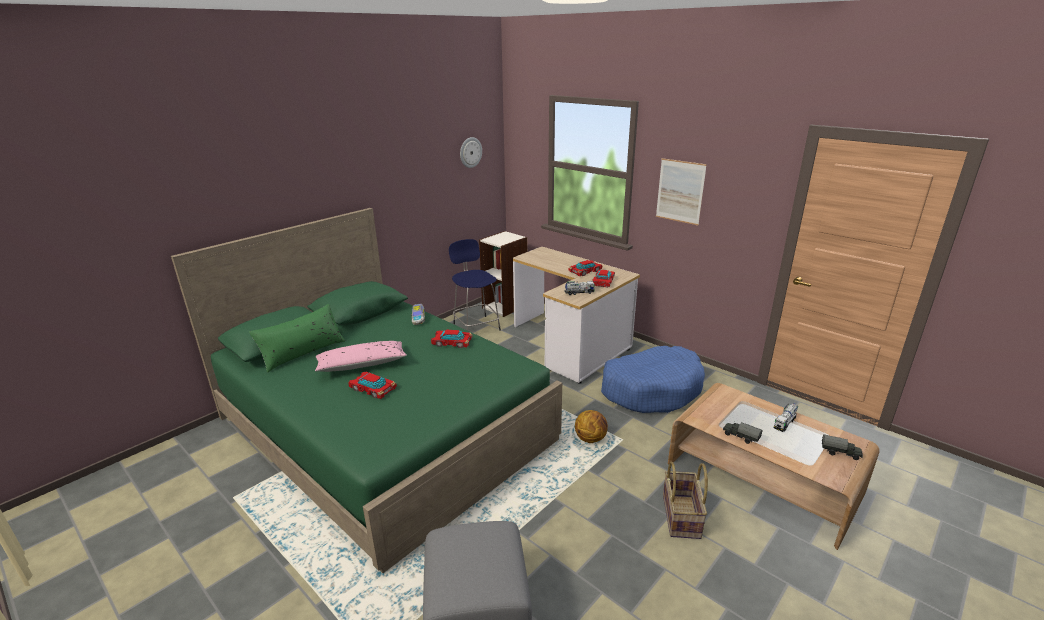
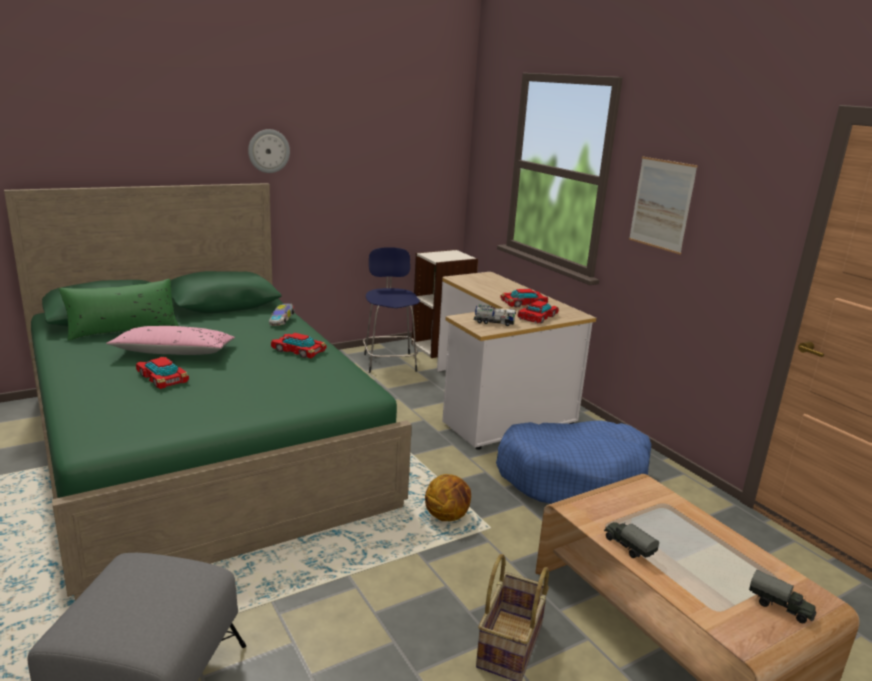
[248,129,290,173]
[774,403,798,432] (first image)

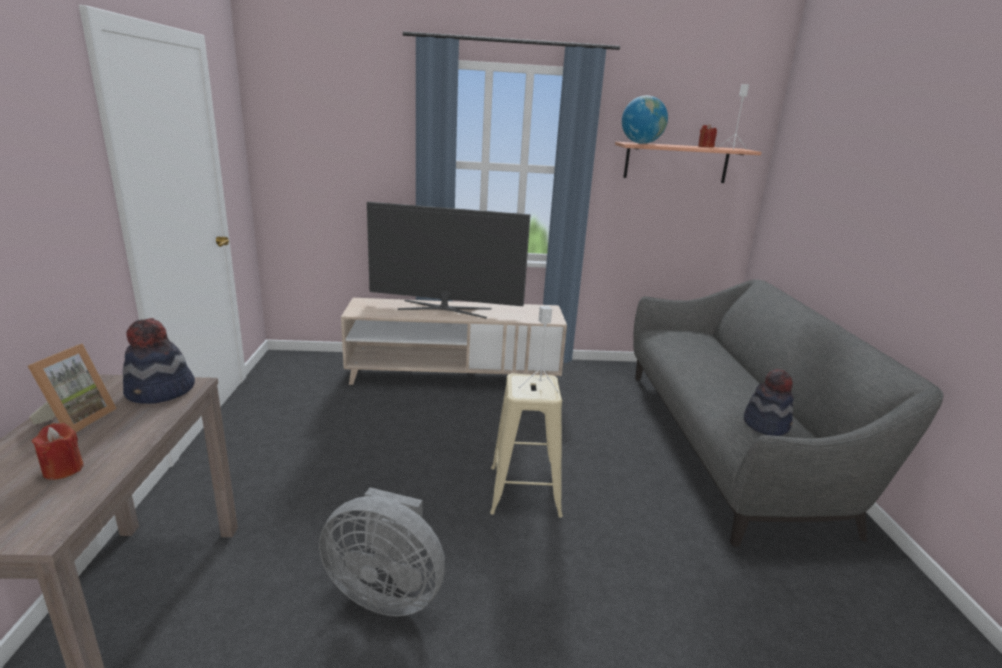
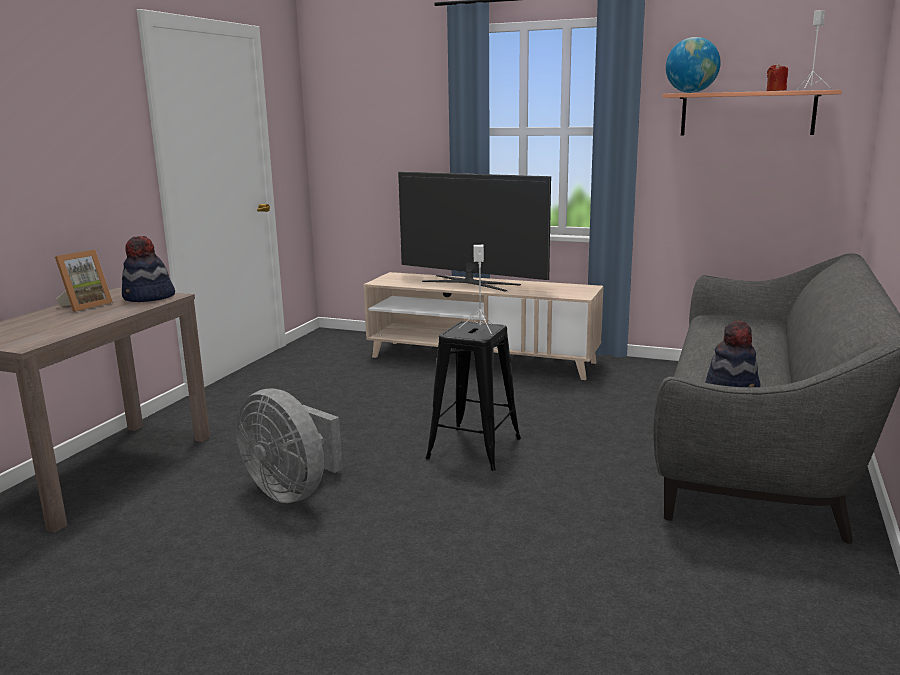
[426,321,521,471]
[32,423,83,480] (first image)

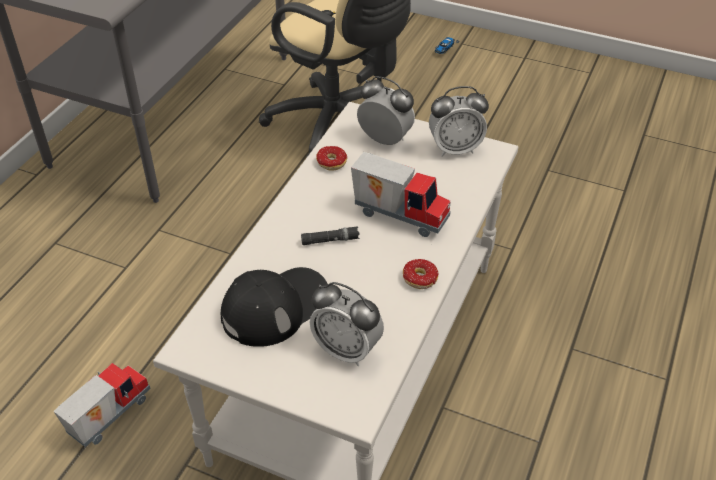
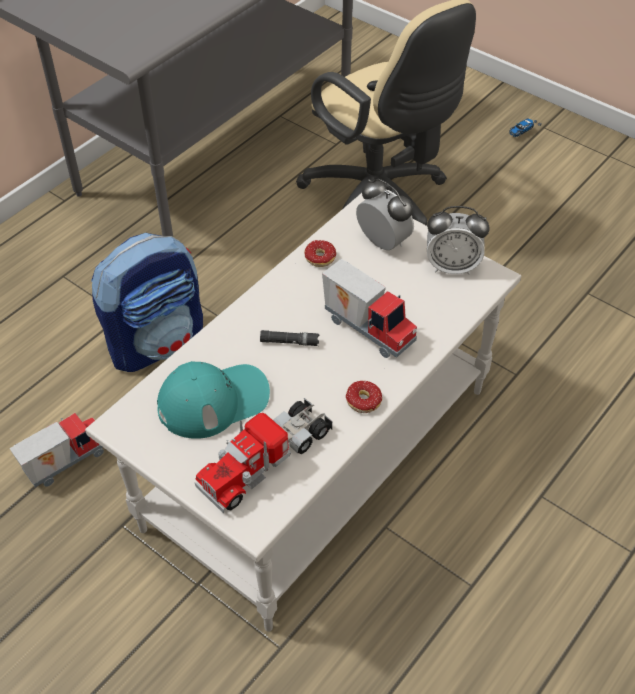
[91,233,203,372]
[157,361,270,439]
[195,398,333,513]

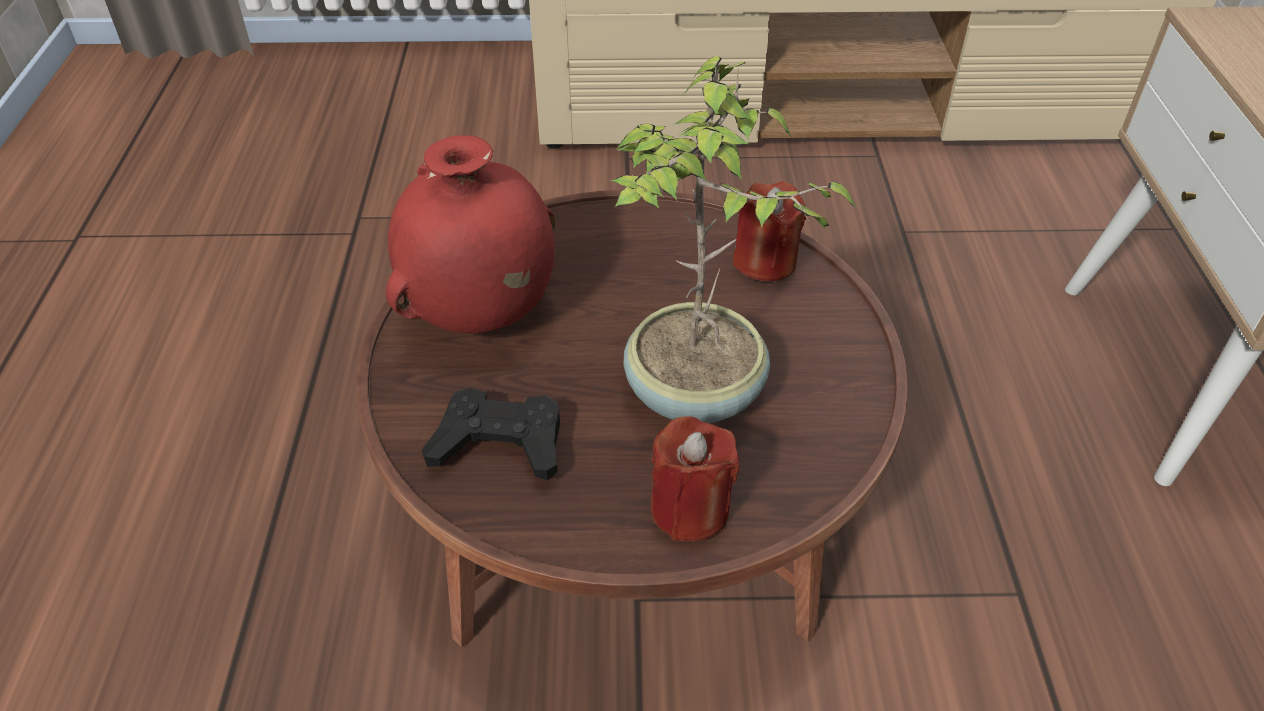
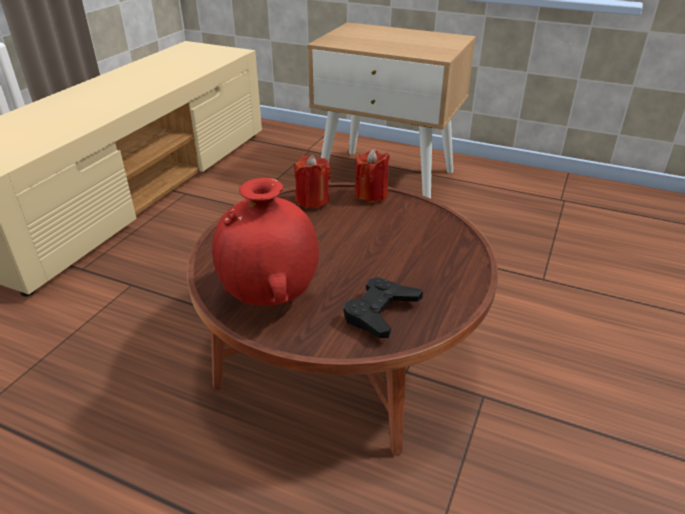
[355,149,390,202]
[611,56,857,423] (first image)

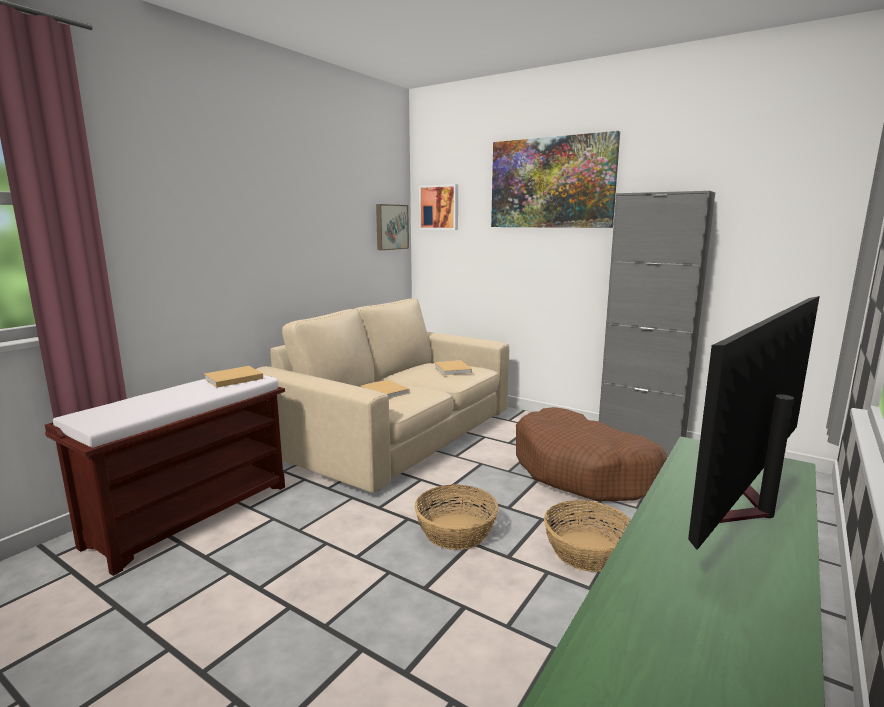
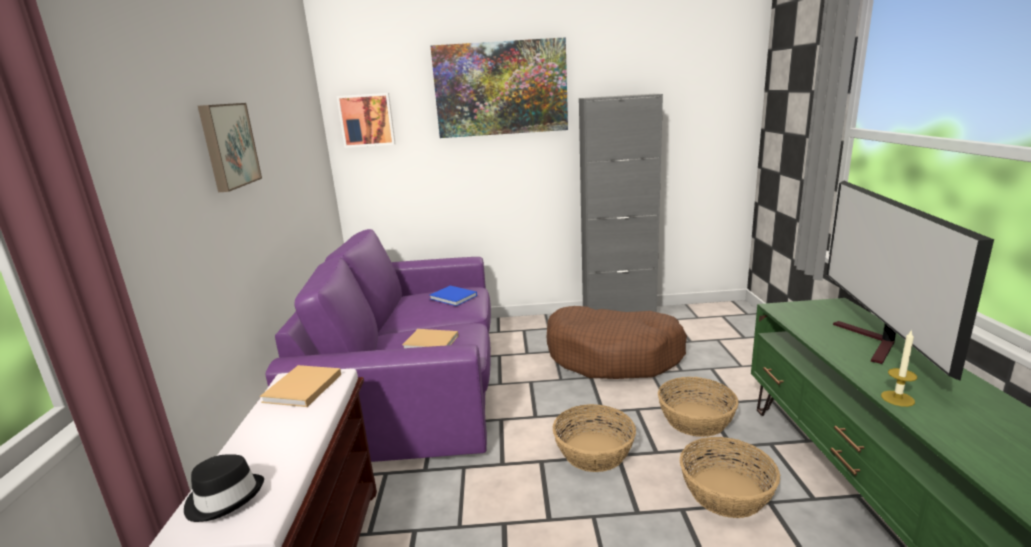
[184,454,264,522]
[198,103,262,192]
[266,229,491,462]
[430,286,477,306]
[680,437,780,518]
[881,329,917,407]

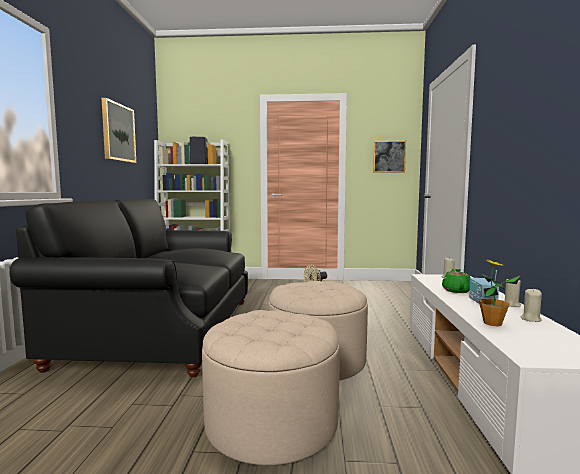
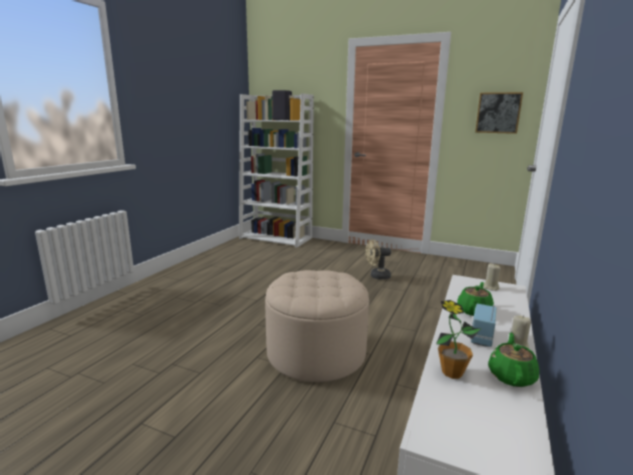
[488,333,539,387]
[10,199,248,378] (first image)
[102,98,136,163] (first image)
[202,310,340,466] (first image)

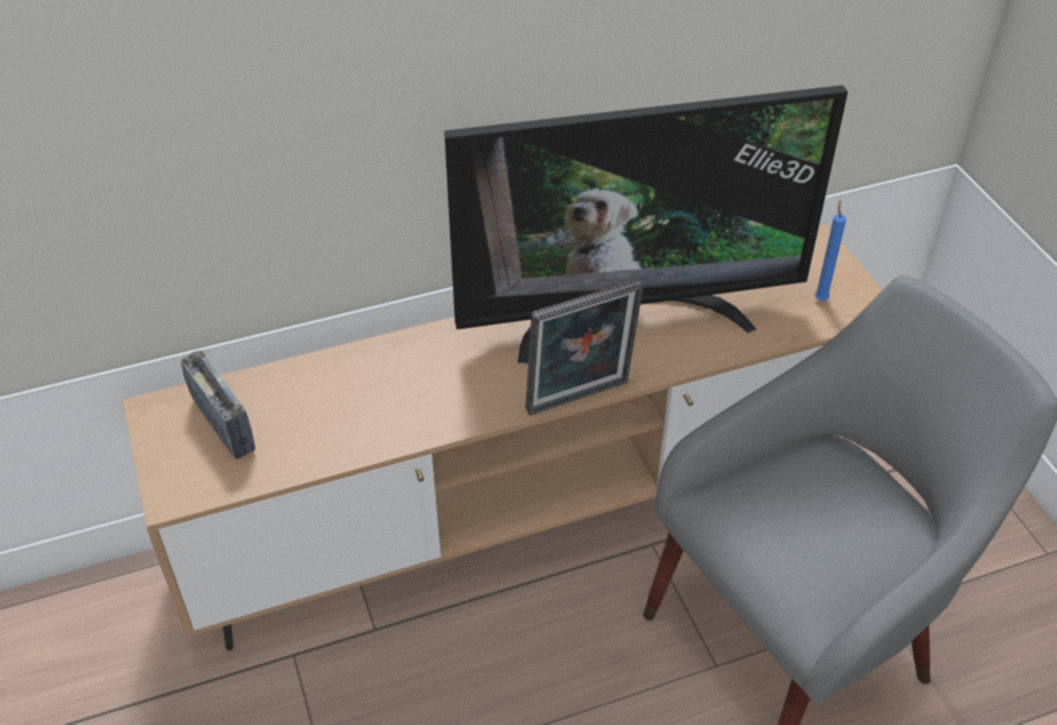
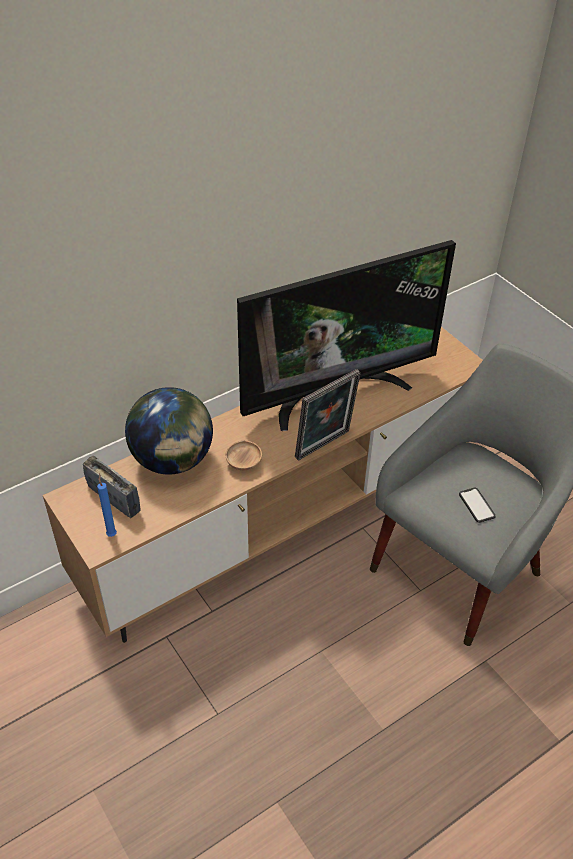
[97,473,117,537]
[125,387,213,475]
[226,441,262,470]
[459,487,495,523]

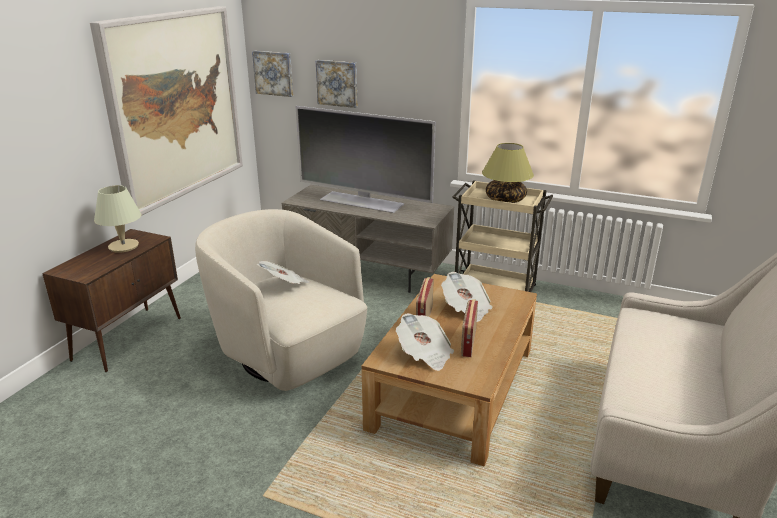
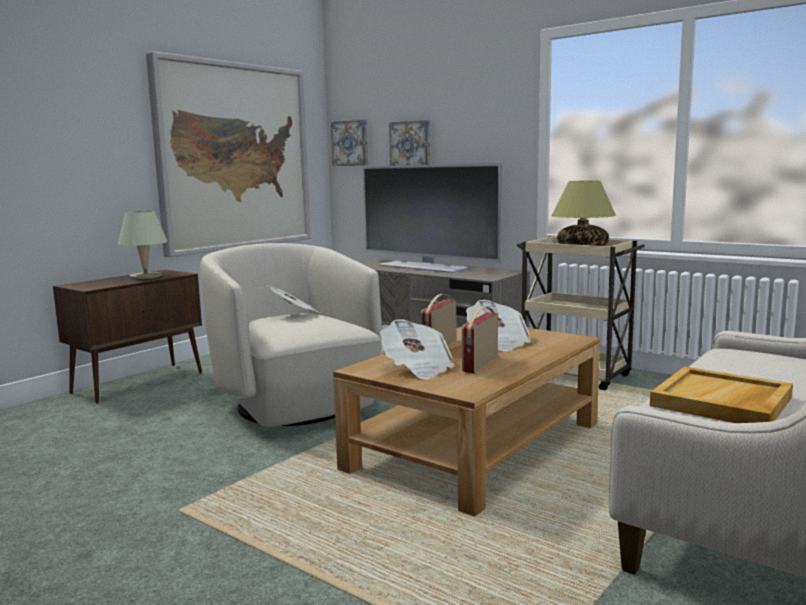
[650,367,793,423]

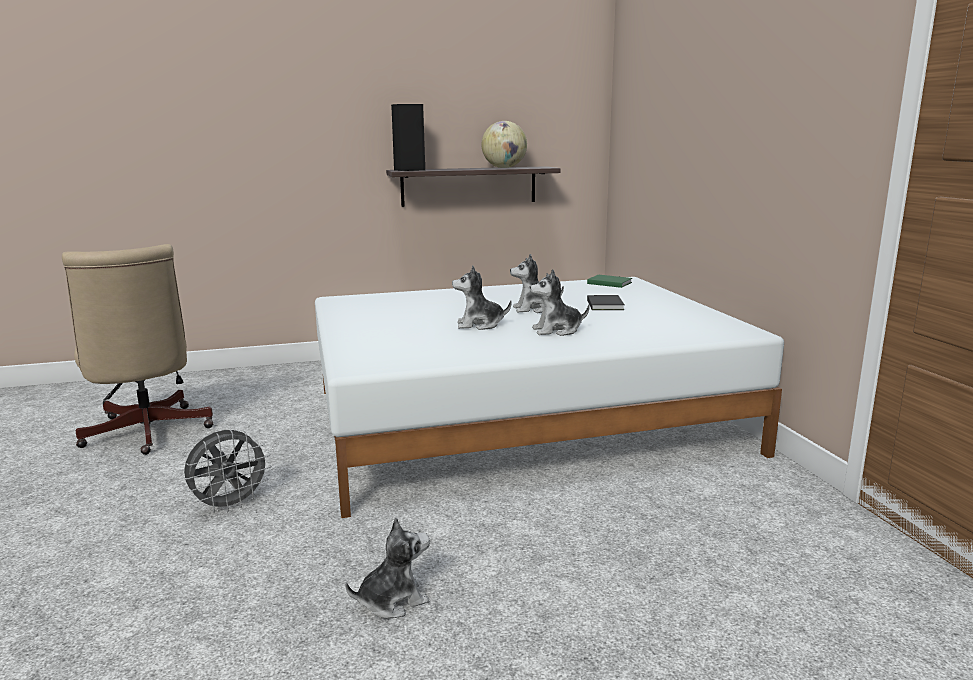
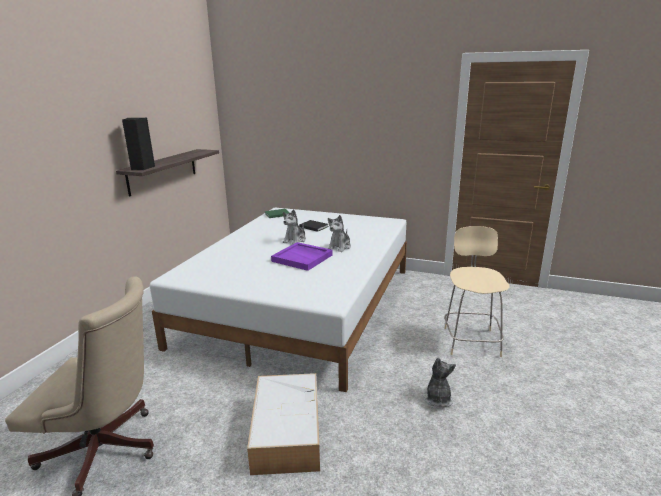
[247,373,320,475]
[271,242,332,271]
[444,226,510,357]
[481,121,527,168] (first image)

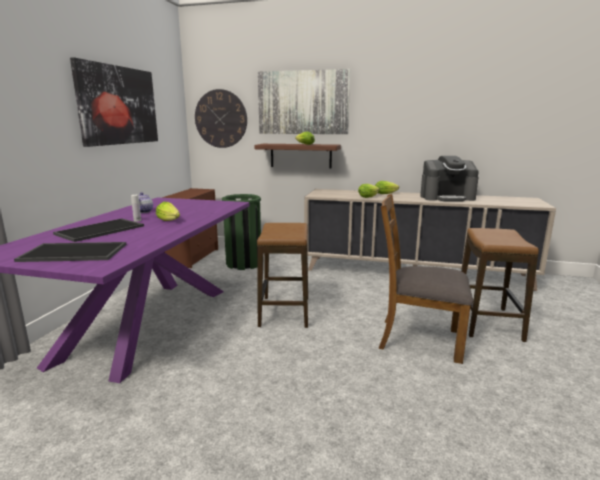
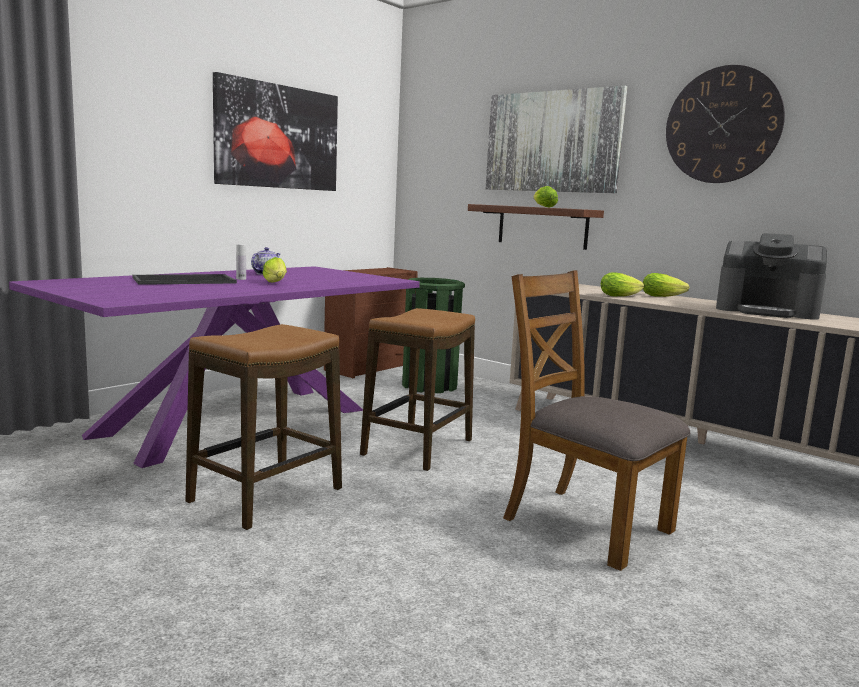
[186,324,342,530]
[666,65,785,183]
[14,242,126,262] (first image)

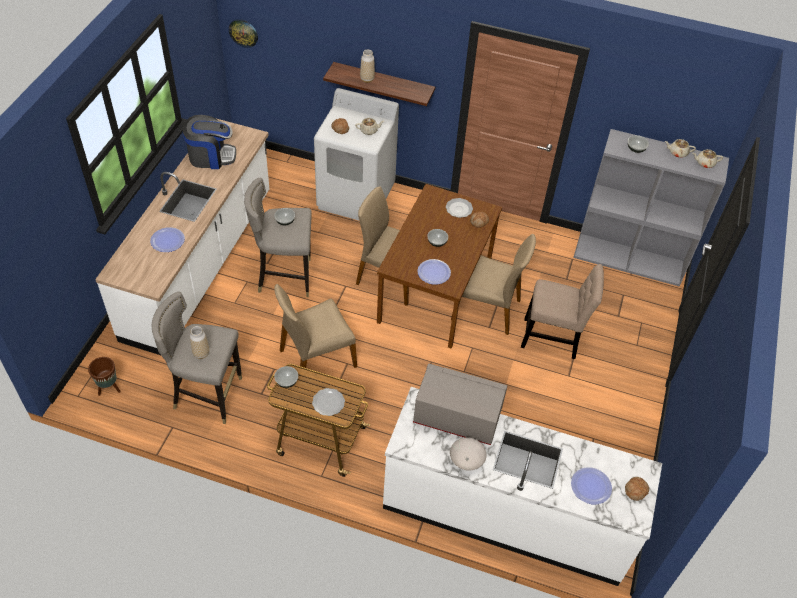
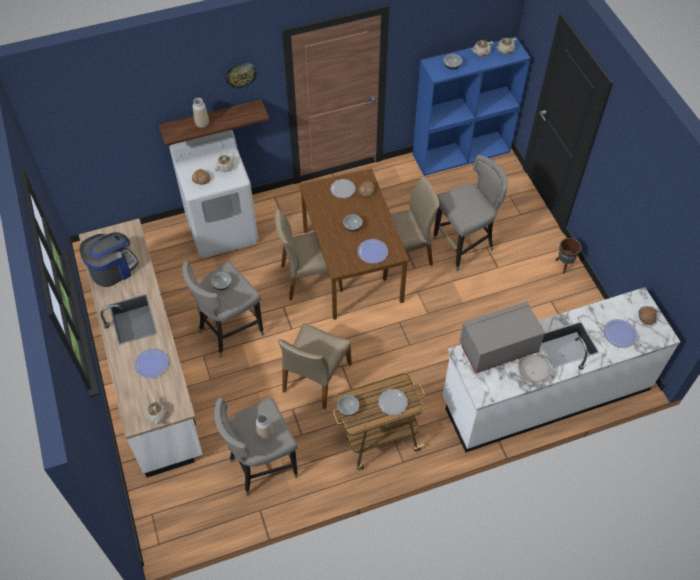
[146,397,167,425]
[225,61,257,88]
[413,37,531,176]
[433,155,508,271]
[555,238,581,273]

